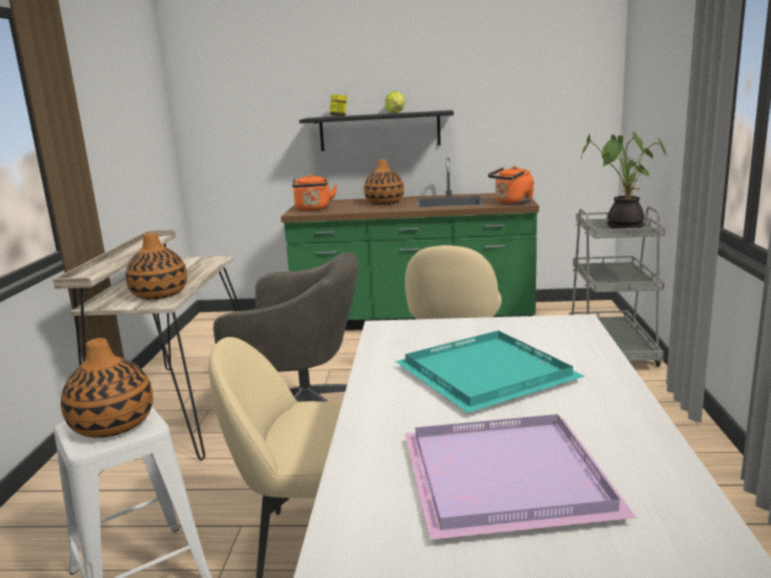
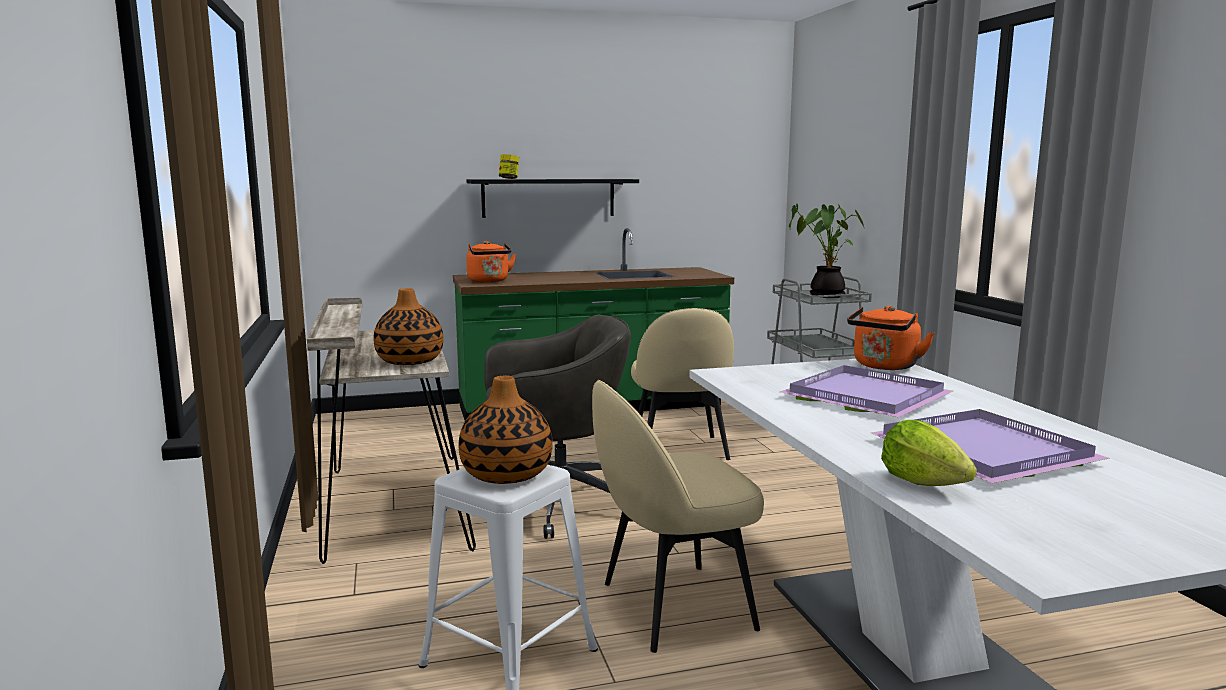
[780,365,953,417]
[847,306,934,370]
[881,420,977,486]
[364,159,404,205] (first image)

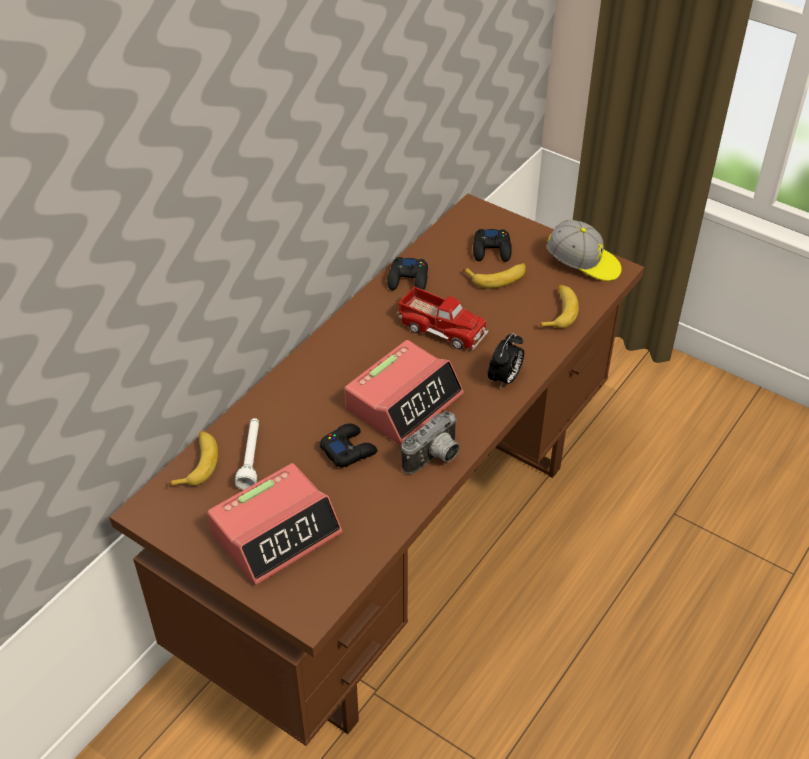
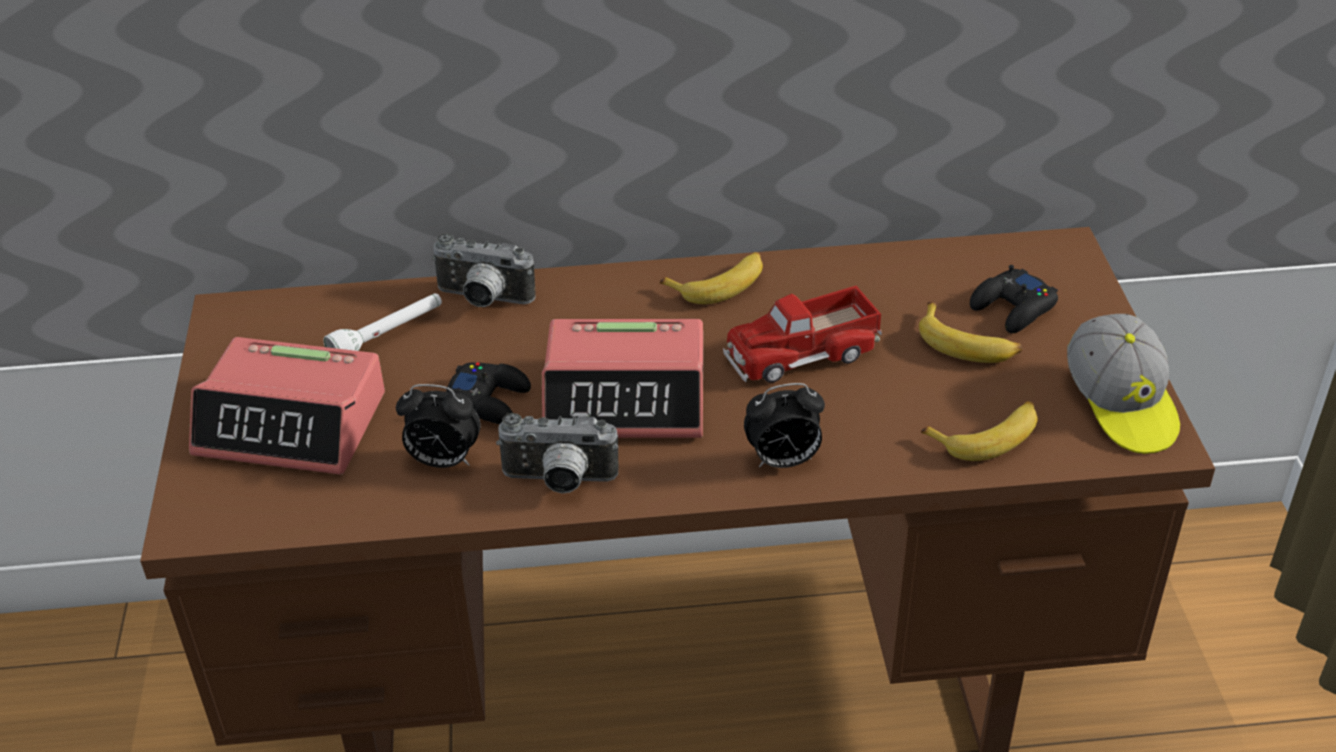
[396,384,481,468]
[431,233,536,307]
[660,252,763,304]
[723,286,882,383]
[387,257,428,290] (first image)

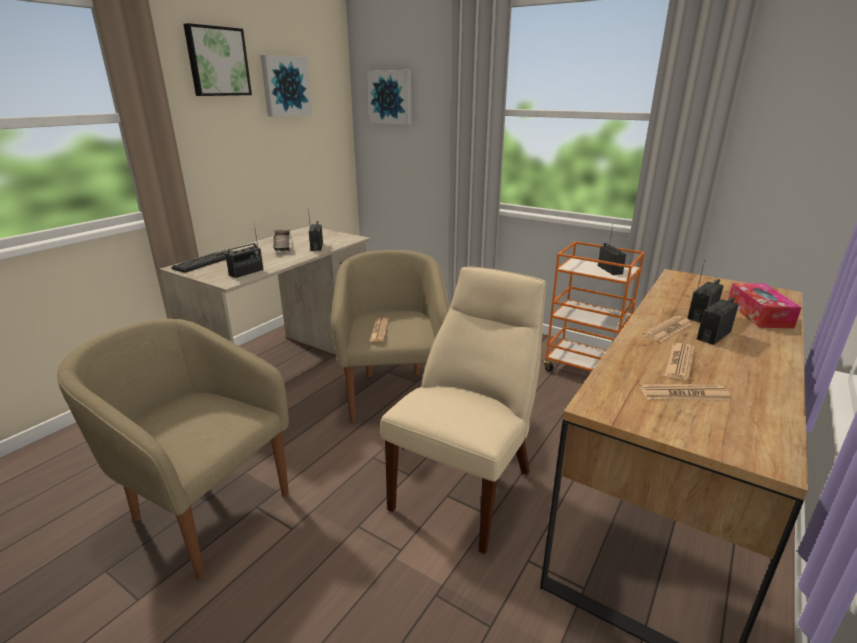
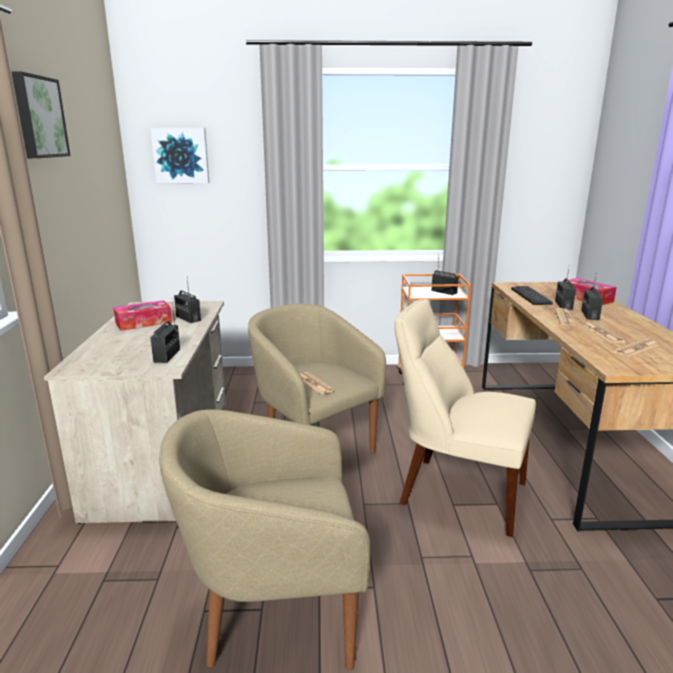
[113,300,172,331]
[394,299,536,537]
[511,286,553,305]
[260,55,312,117] (first image)

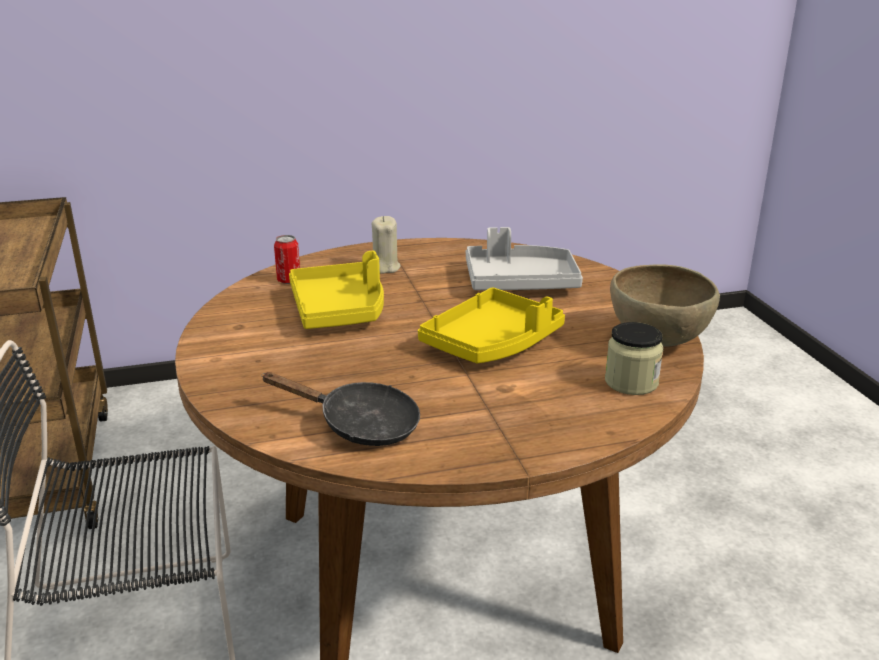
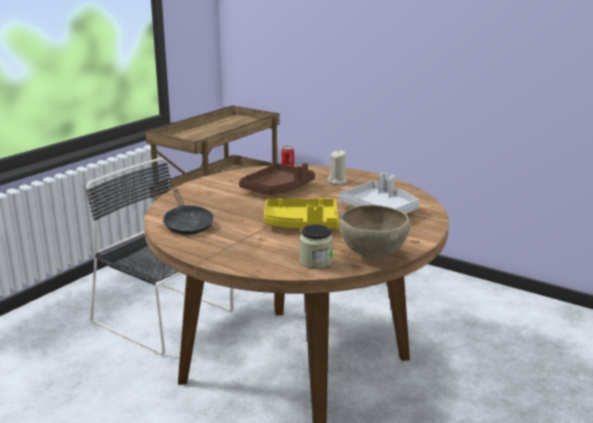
[239,163,315,195]

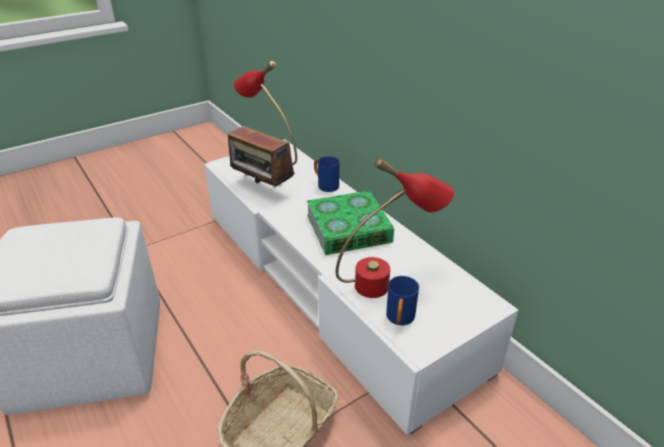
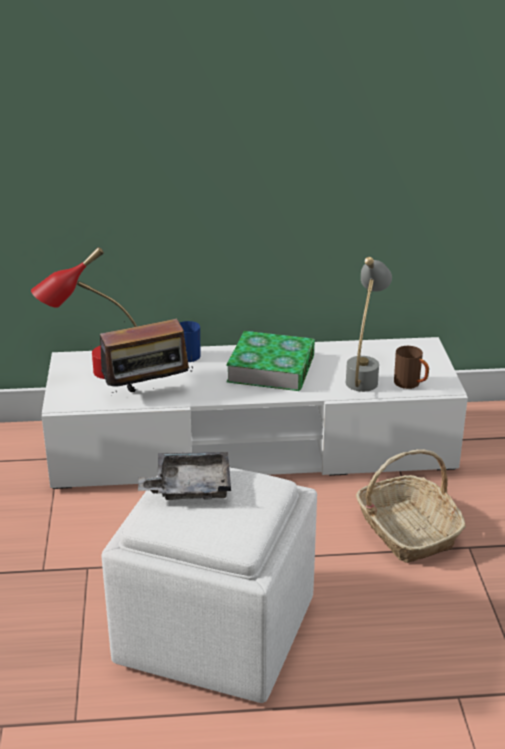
[138,452,231,500]
[345,257,392,392]
[394,346,429,389]

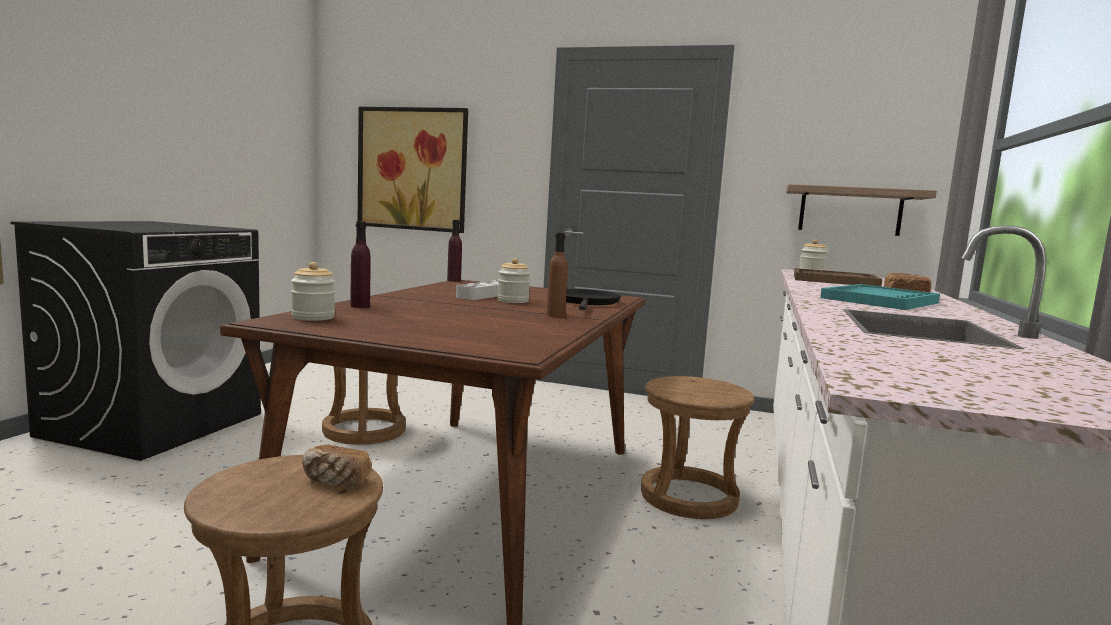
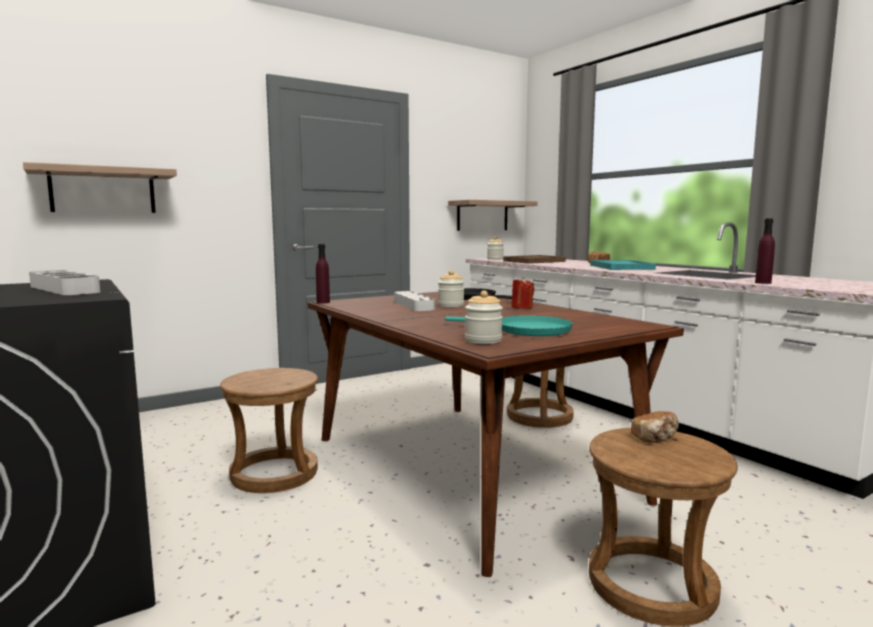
[23,162,177,213]
[29,270,100,295]
[445,316,573,336]
[512,277,534,309]
[755,218,775,284]

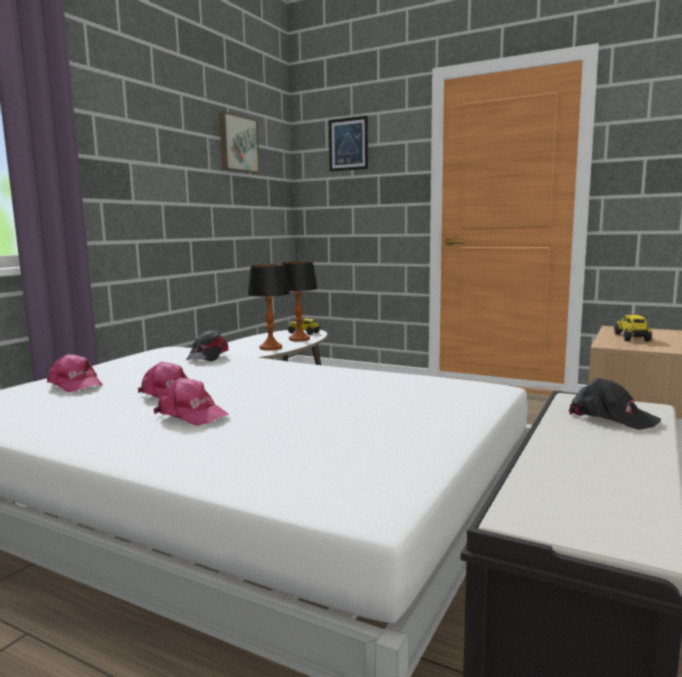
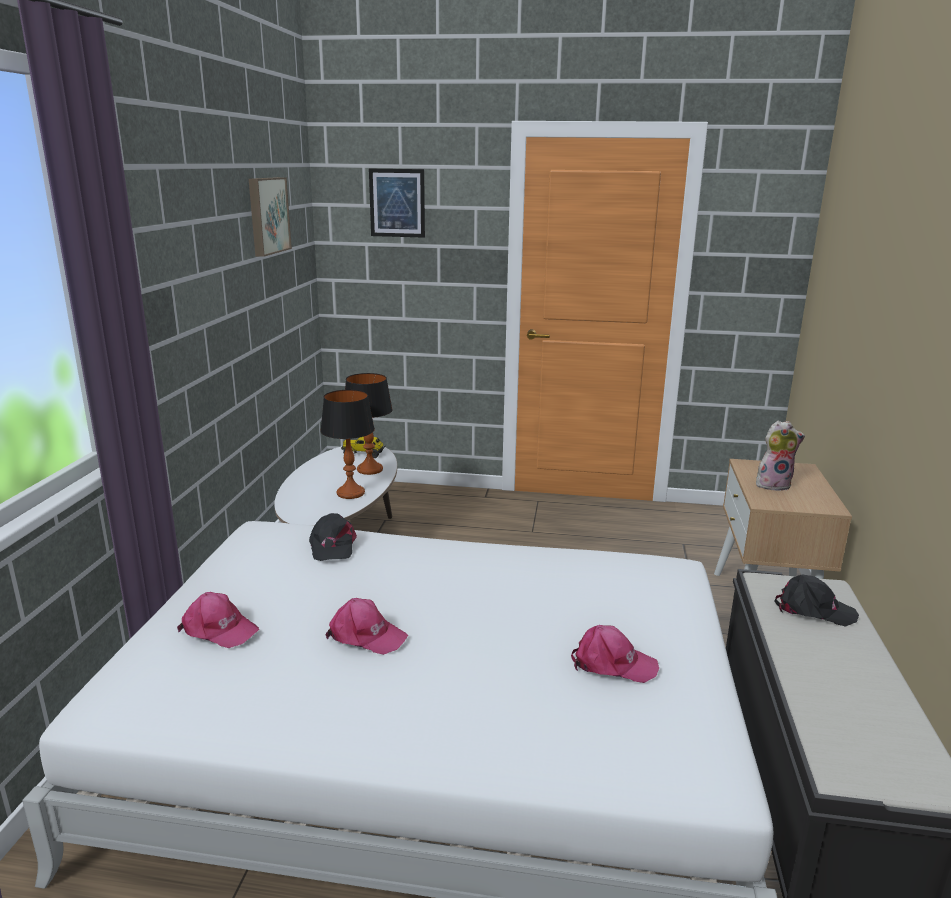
[571,625,659,683]
[756,421,805,491]

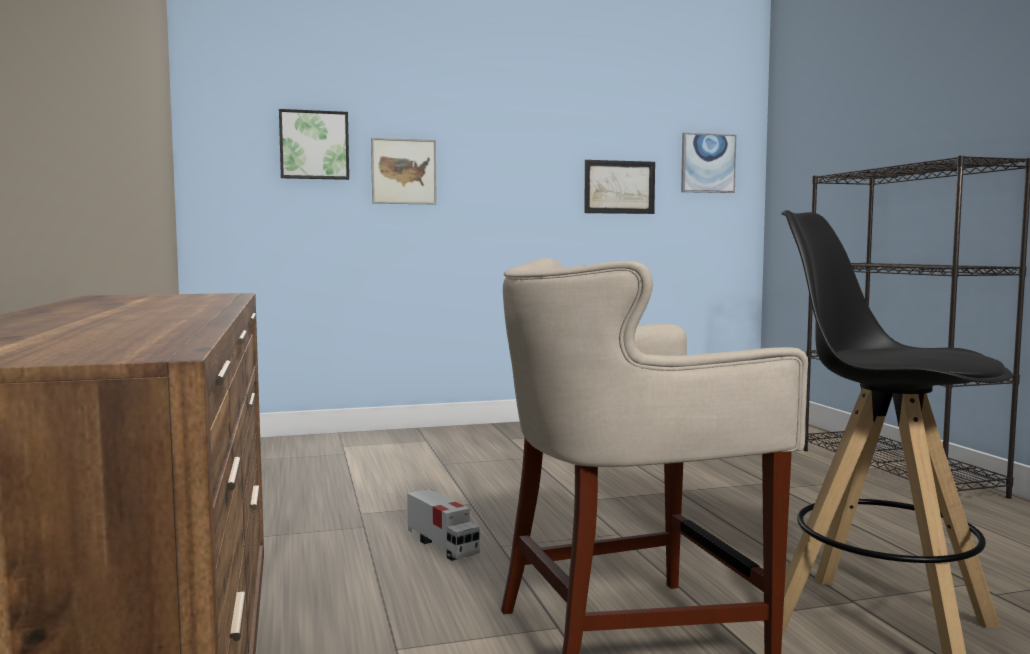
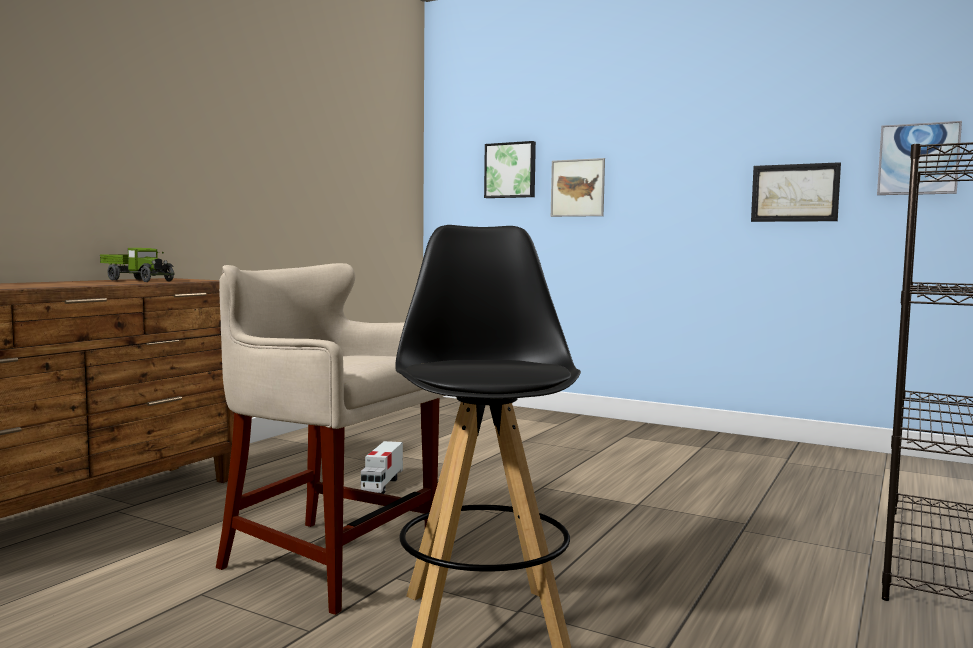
[100,248,175,282]

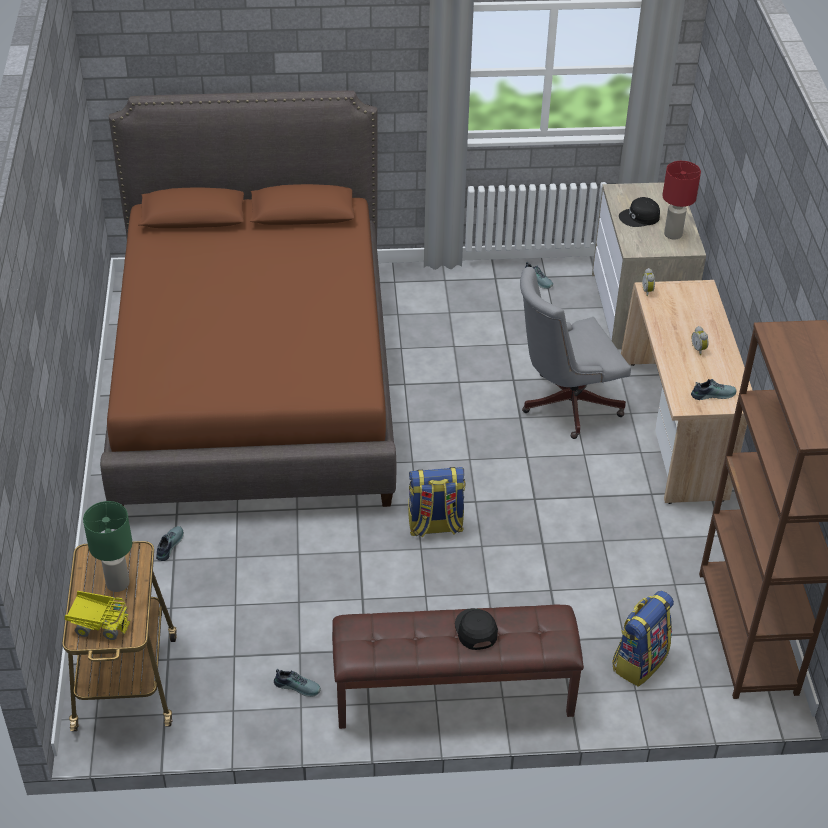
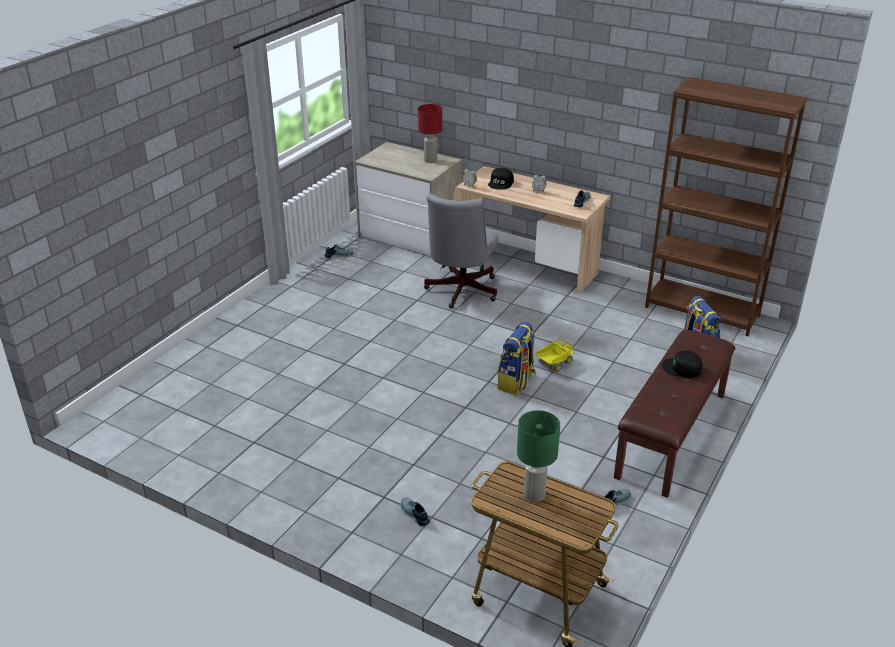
[488,168,514,190]
[536,339,574,372]
[100,90,396,507] (first image)

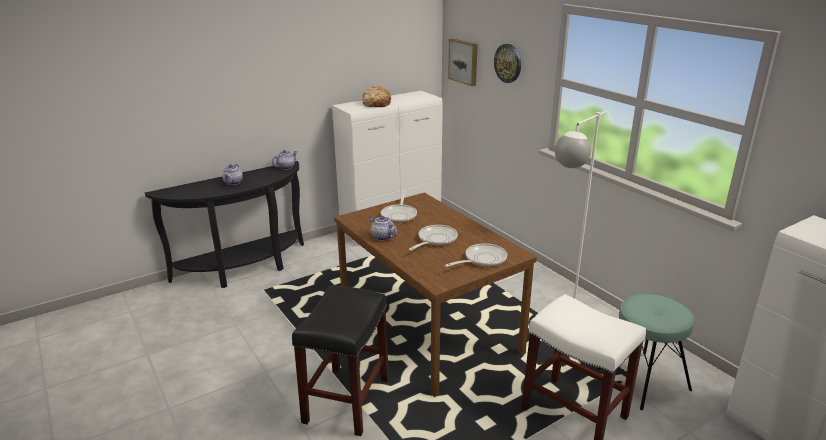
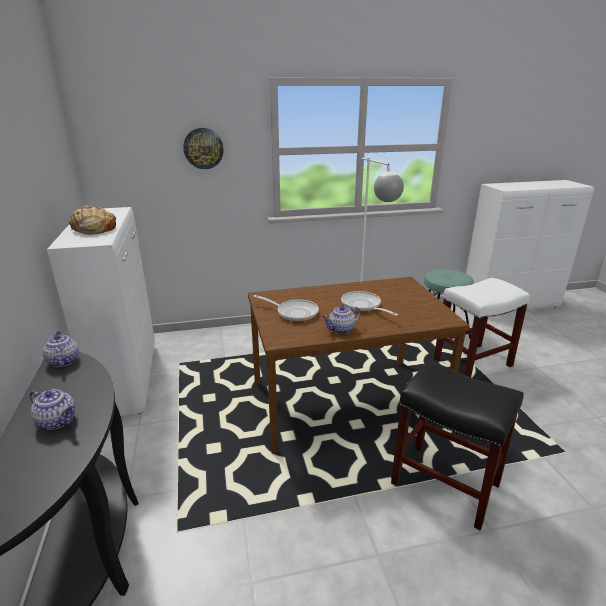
[445,243,507,267] (first image)
[448,38,478,86] (first image)

